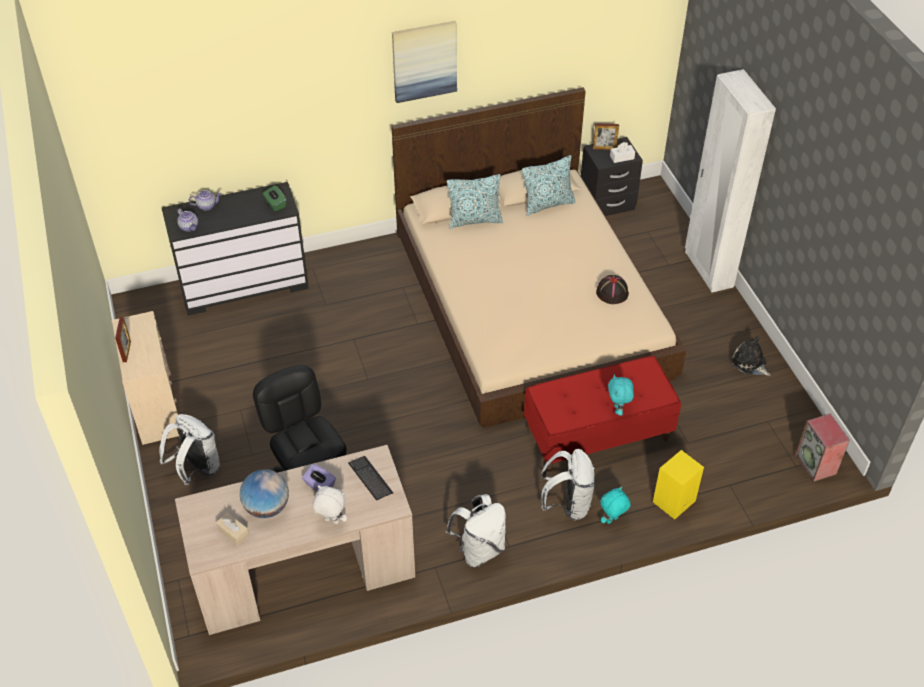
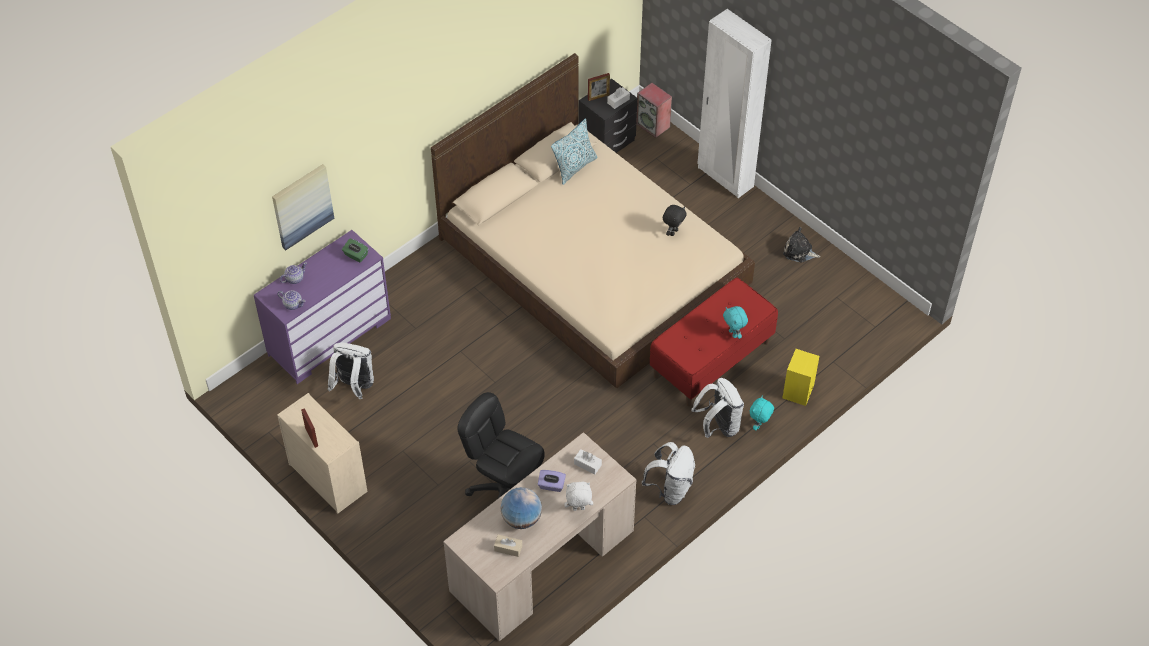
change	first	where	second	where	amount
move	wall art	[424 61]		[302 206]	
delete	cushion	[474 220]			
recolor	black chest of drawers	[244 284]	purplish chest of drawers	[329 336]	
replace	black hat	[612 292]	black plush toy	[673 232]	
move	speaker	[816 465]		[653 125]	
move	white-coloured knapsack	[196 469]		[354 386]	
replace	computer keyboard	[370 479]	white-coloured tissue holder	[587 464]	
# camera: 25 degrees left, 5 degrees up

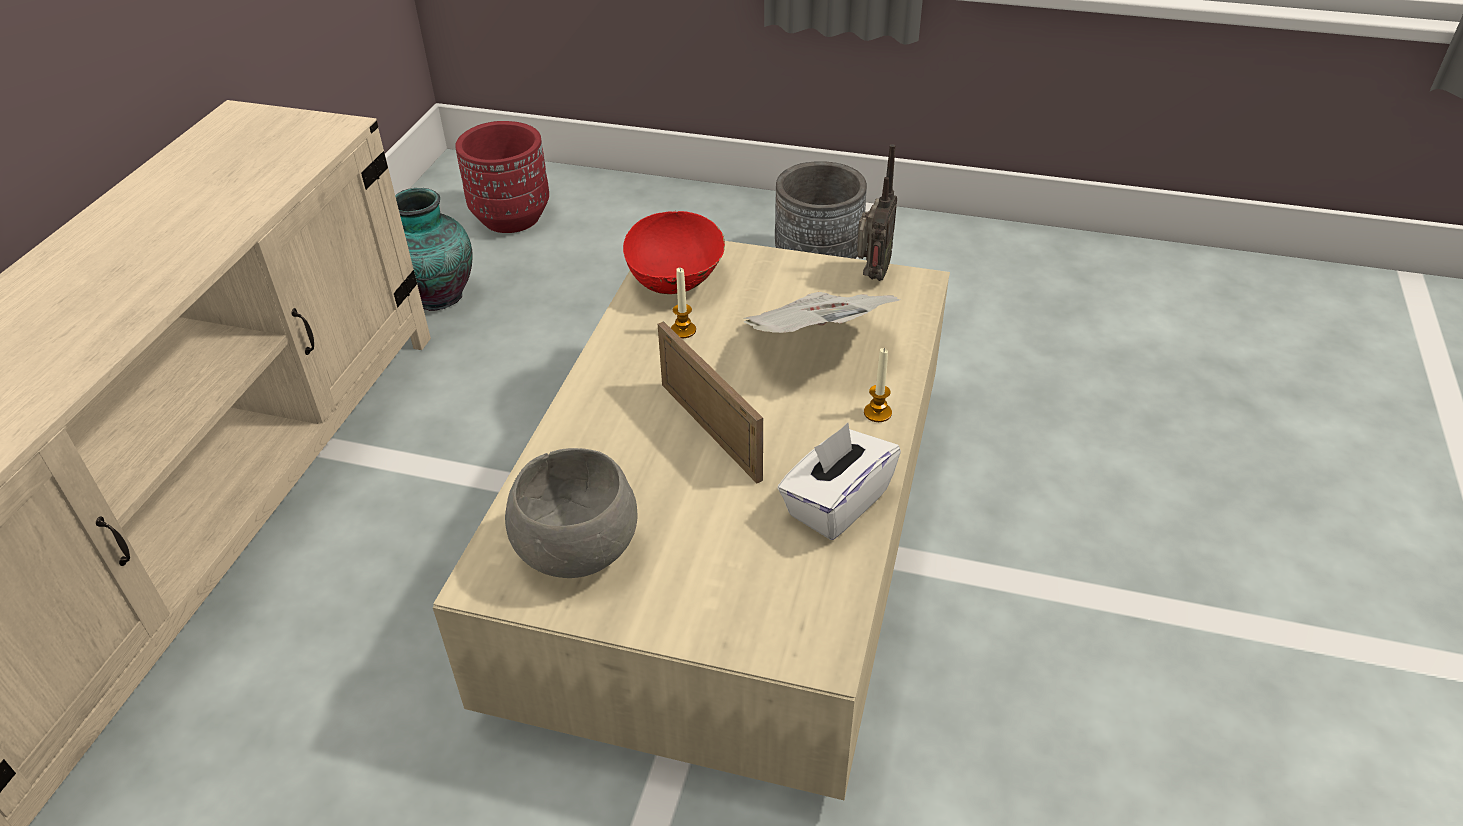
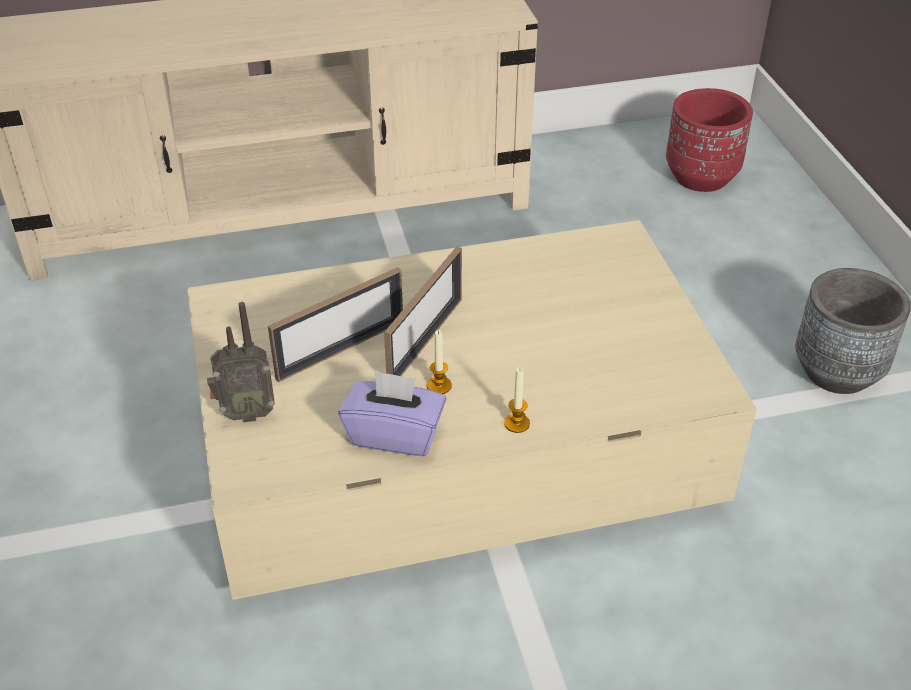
change	first	where	second	where	amount
move	radio set	[871 276]		[245 413]	
delete	decorative vase	[436 297]			
delete	red-coloured bowl	[676 280]			
move	wax candle	[683 330]		[439 386]	
delete	printed paper	[817 343]			
recolor	white-coloured tissue holder	[836 503]	purplish tissue holder	[395 434]	
delete	gray bowl	[575 550]			
insert			photo frame	[341 350]	
# camera: 60 degrees right, 0 degrees up

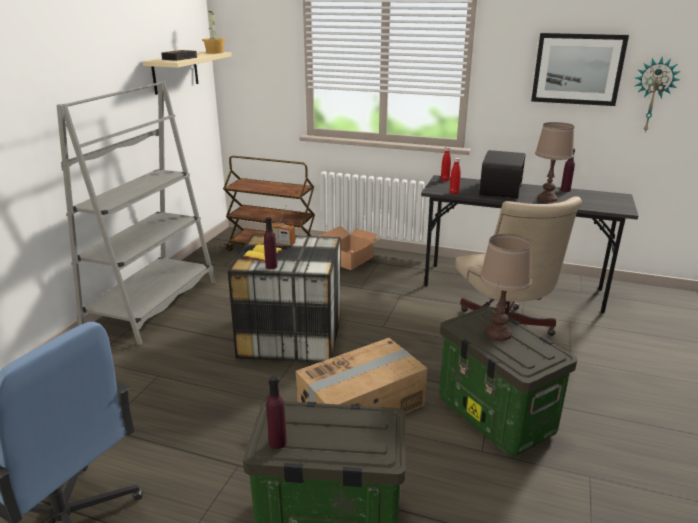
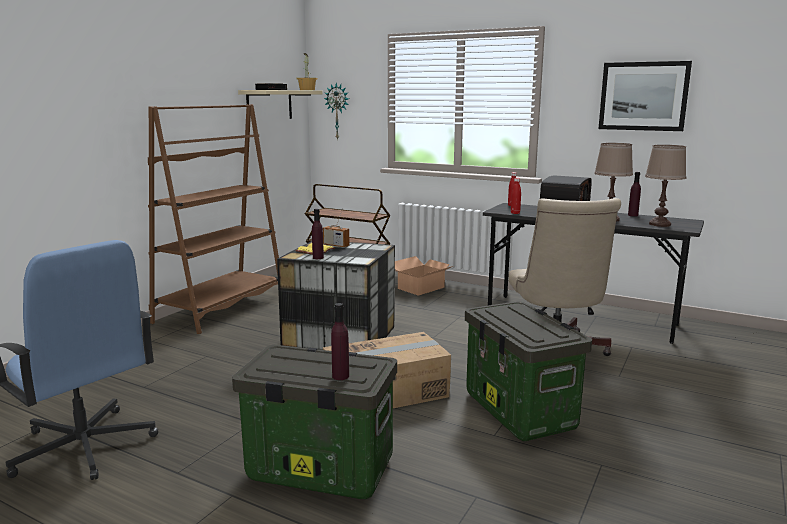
change	first	where	second	where	amount
move	hanging clock	[652 95]		[338 111]	
recolor	gray bookshelf	[153 306]	brownish bookshelf	[222 309]	
move	brownish table lamp	[498 333]		[660 224]	
move	purplish beverage bottle	[277 442]		[340 376]	
# camera: 10 degrees right, 10 degrees down

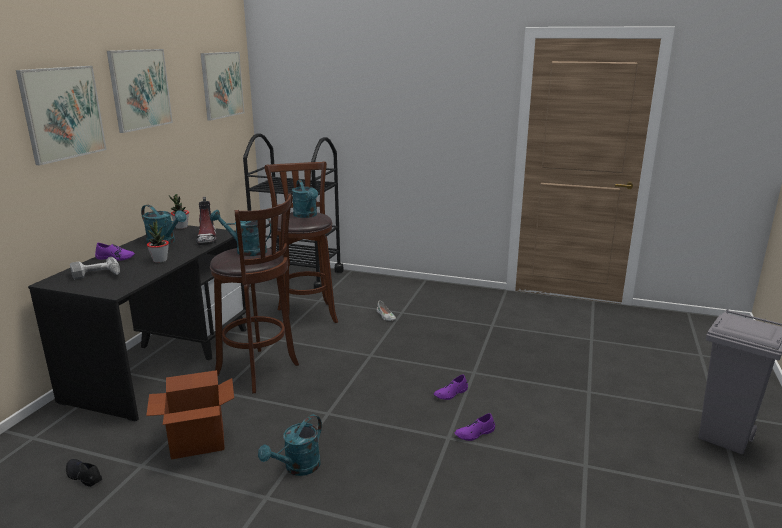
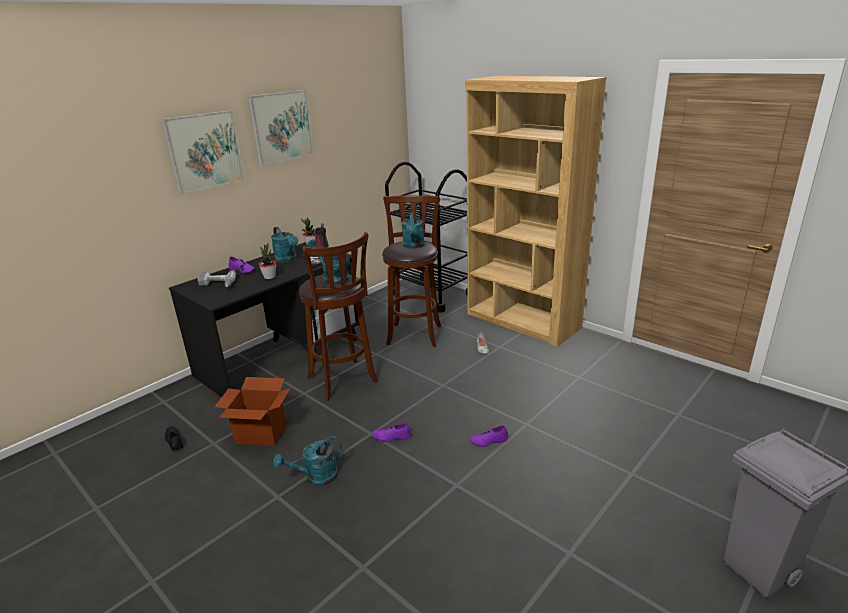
change	first	where	second	where	amount
delete	wall art	[222 85]			
move	purplish shoe	[474 433]		[392 436]	
insert			brownish bookshelf	[522 321]	
# camera: 25 degrees right, 5 degrees up

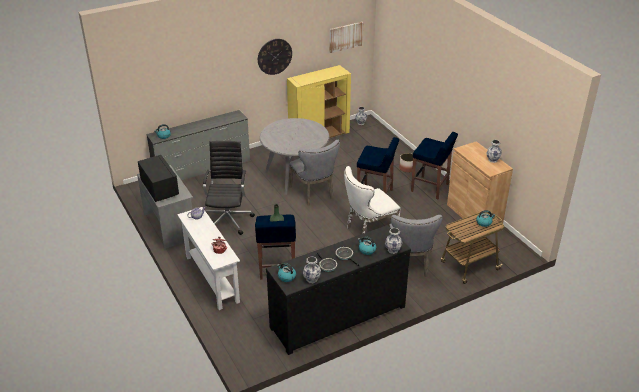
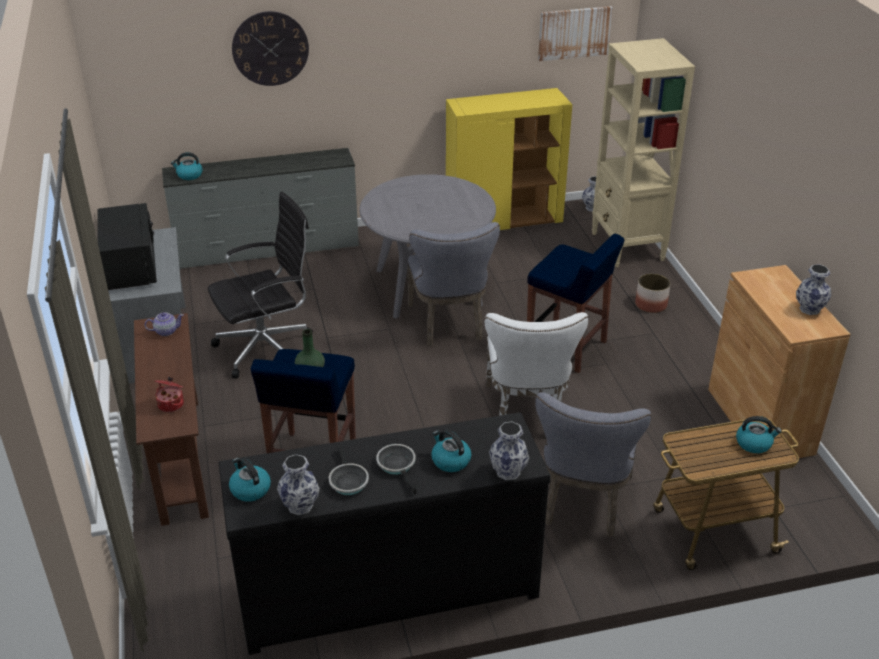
change	first	where	second	where	amount
move	hanging clock	[274 56]		[270 48]	
delete	blue-coloured sitting stool	[430 188]			
rotate	black desk chair	[228 219]		[267 348]	45 degrees clockwise
rotate	white-coloured chair	[368 230]		[527 414]	75 degrees counterclockwise
recolor	white-coloured narrow table	[211 279]	brownish narrow table	[180 459]	
insert			beige-coloured bookshelf	[627 247]	
# camera: 15 degrees right, 0 degrees up

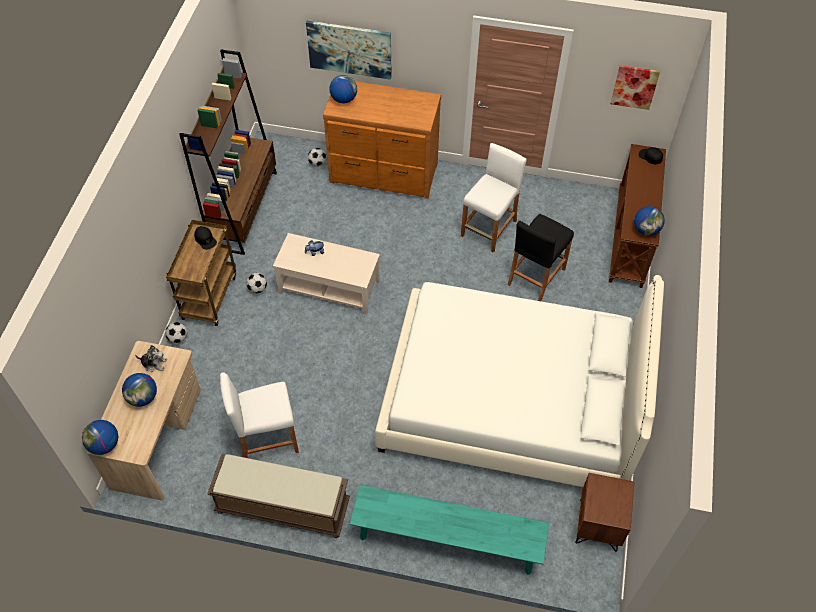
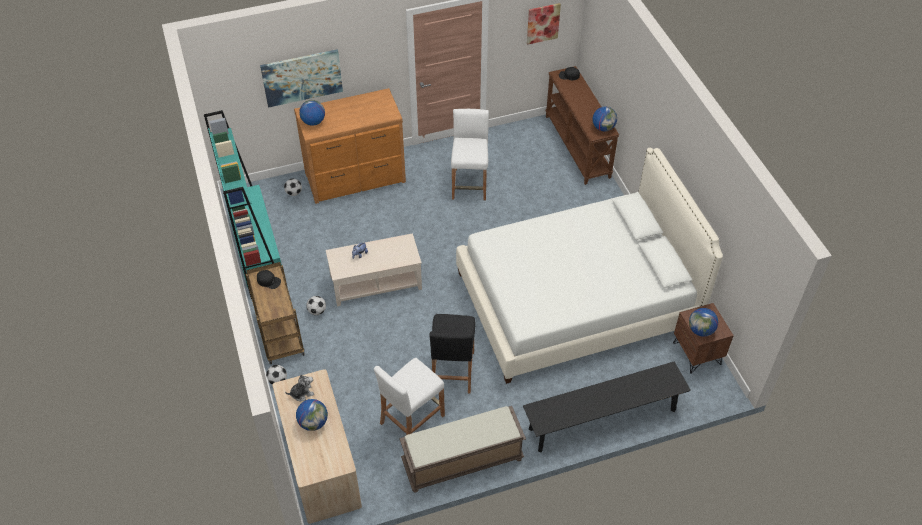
change	first	where	second	where	amount
recolor	brownish bookshelf	[244 209]	turquoise-coloured bookshelf	[257 255]	
move	black sitting stool	[536 276]		[452 371]	
move	desk globe	[104 445]		[701 330]	
recolor	turquoise-coloured long seat	[447 541]	black long seat	[602 419]	
# camera: 30 degrees left, 5 degrees down

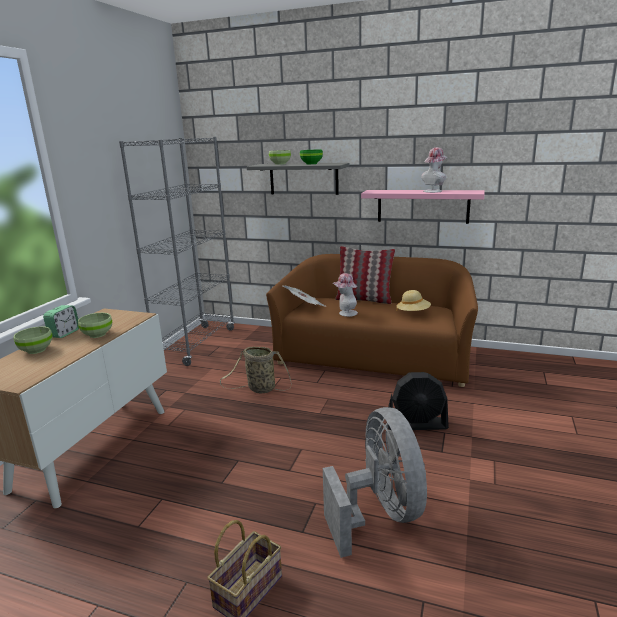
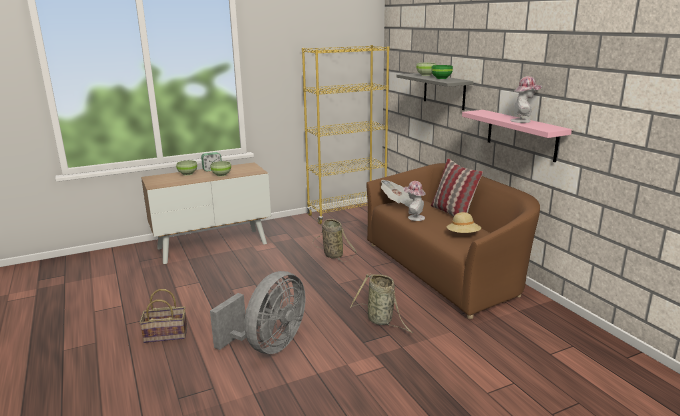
change	first	where	second	where	amount
recolor	gray bookshelf	[197 344]	yellowish bookshelf	[347 213]	
replace	black electric fan	[416 424]	household basket	[381 320]	
# camera: 45 degrees right, 0 degrees up

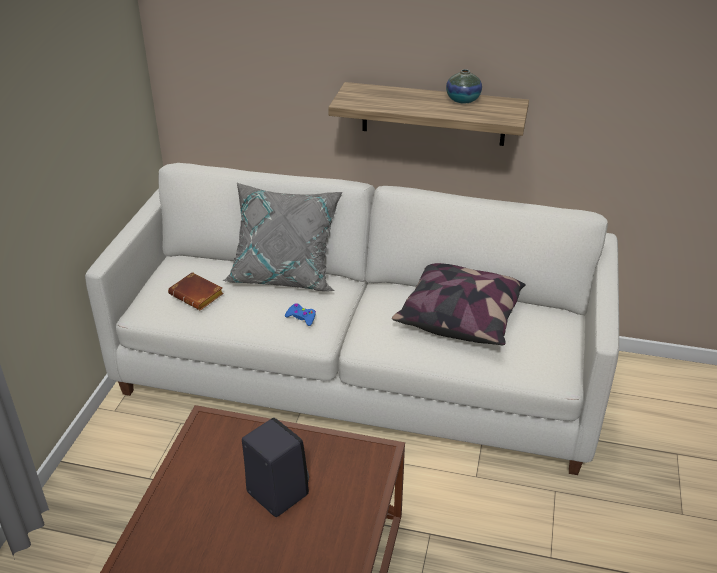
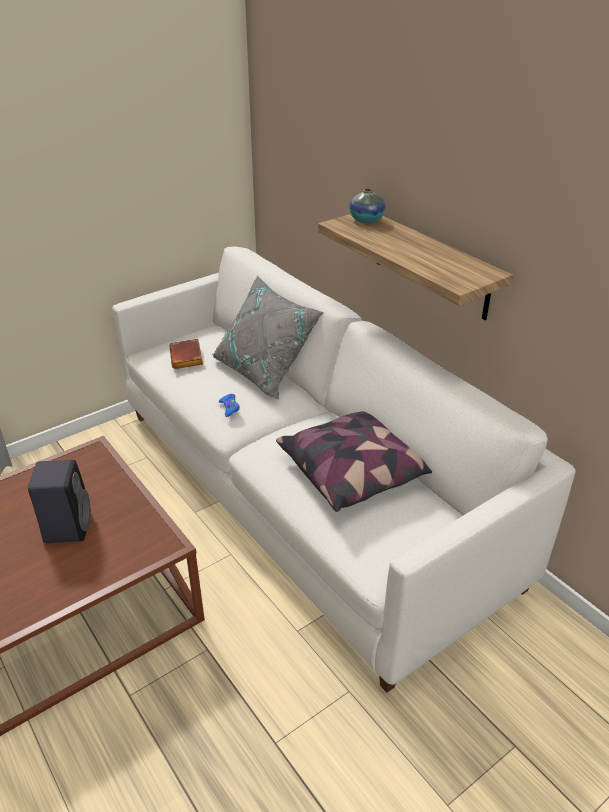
change	first	where	second	where	amount
move	decorative vase	[463 100]		[366 220]	
# camera: 40 degrees right, 0 degrees up

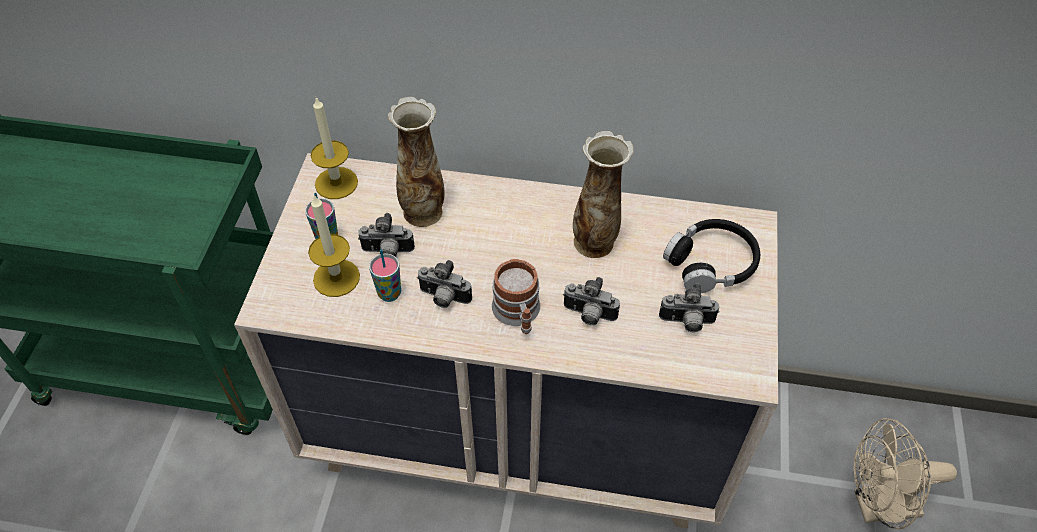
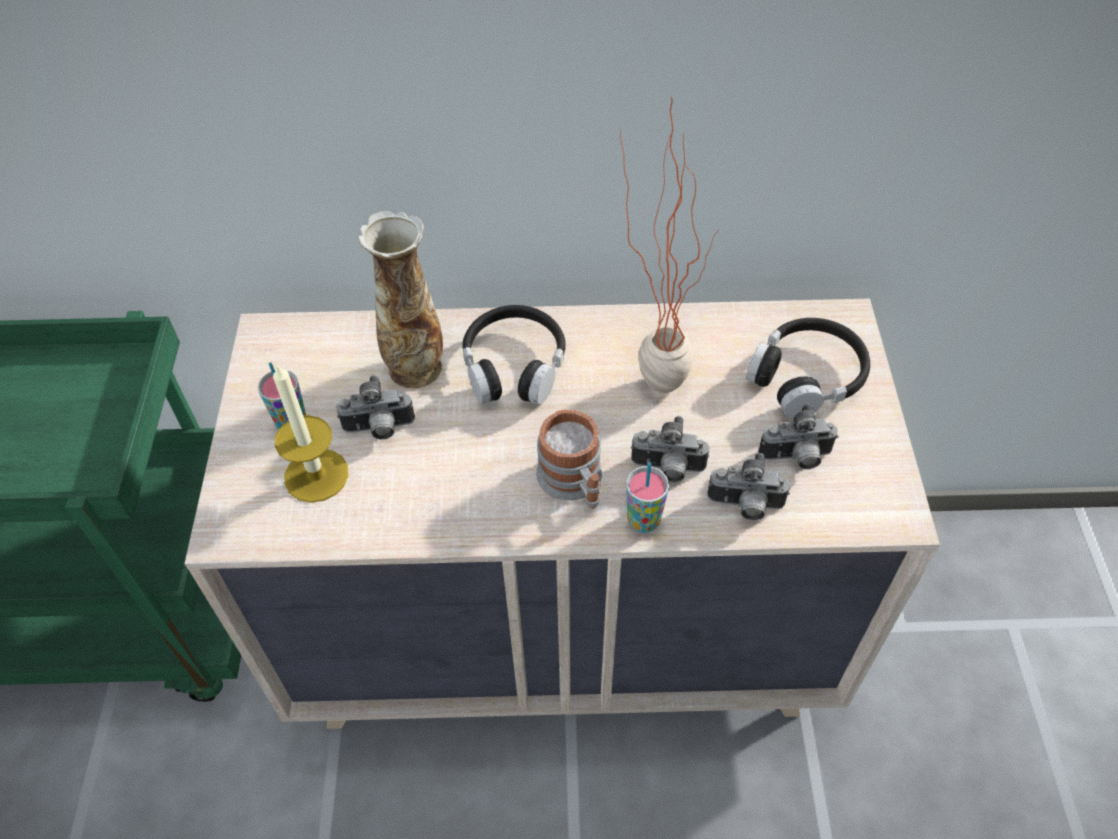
change	first	where	second	where	amount
delete	wax candle	[336 183]			
replace	decorative vase	[595 243]	potted plant	[652 373]	
move	cup	[389 293]		[643 520]	
move	still camera	[443 298]		[745 506]	
delete	beige-coloured electric fan	[876 506]			
insert			black pair of headphones	[514 366]	
# camera: 10 degrees left, 0 degrees up

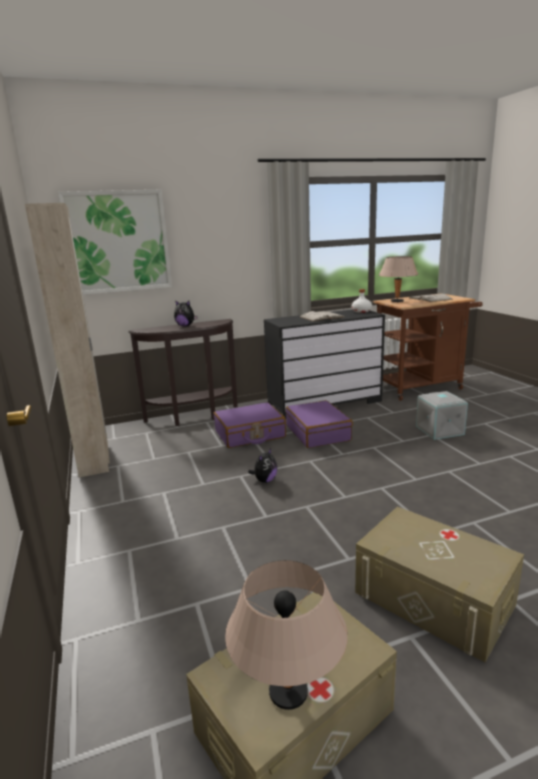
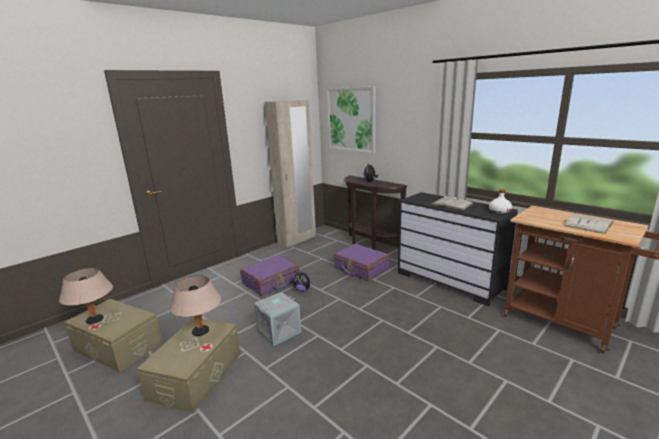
change	first	where	second	where	amount
move	beige-coloured table lamp	[397 301]		[201 331]	
move	gray storage bin	[438 430]		[279 331]	
move	purplish travel case	[318 433]		[271 282]	
# camera: 65 degrees right, 0 degrees up

